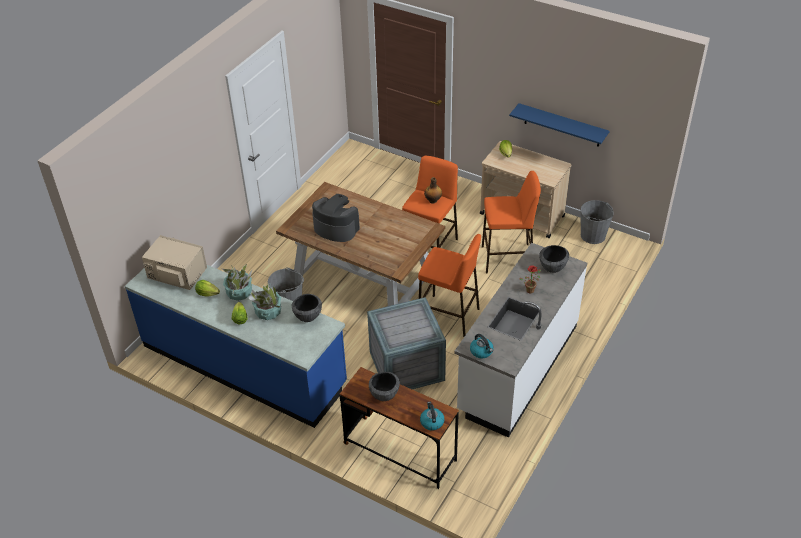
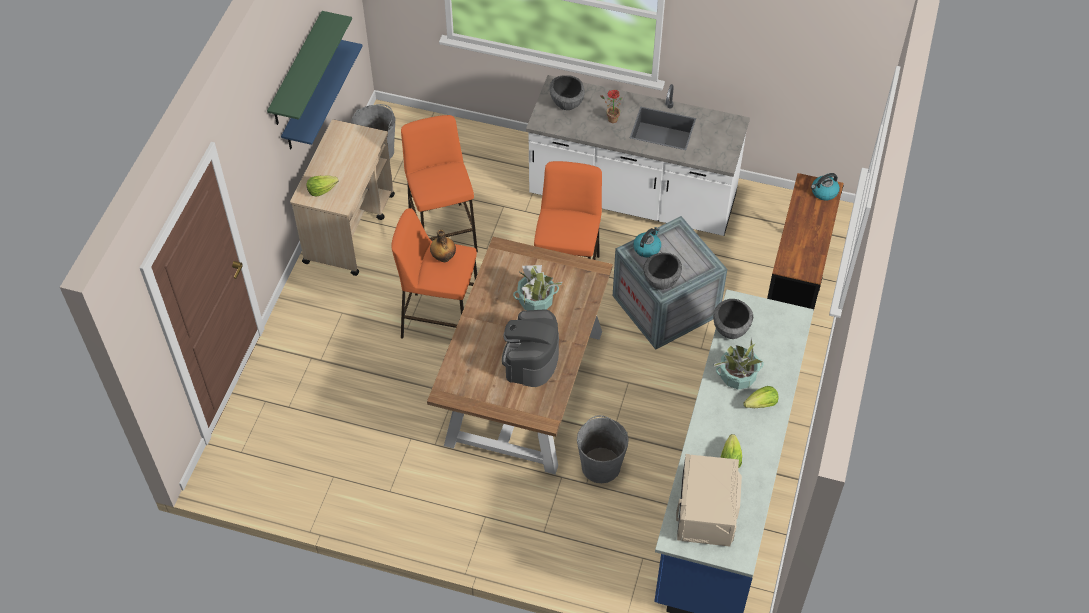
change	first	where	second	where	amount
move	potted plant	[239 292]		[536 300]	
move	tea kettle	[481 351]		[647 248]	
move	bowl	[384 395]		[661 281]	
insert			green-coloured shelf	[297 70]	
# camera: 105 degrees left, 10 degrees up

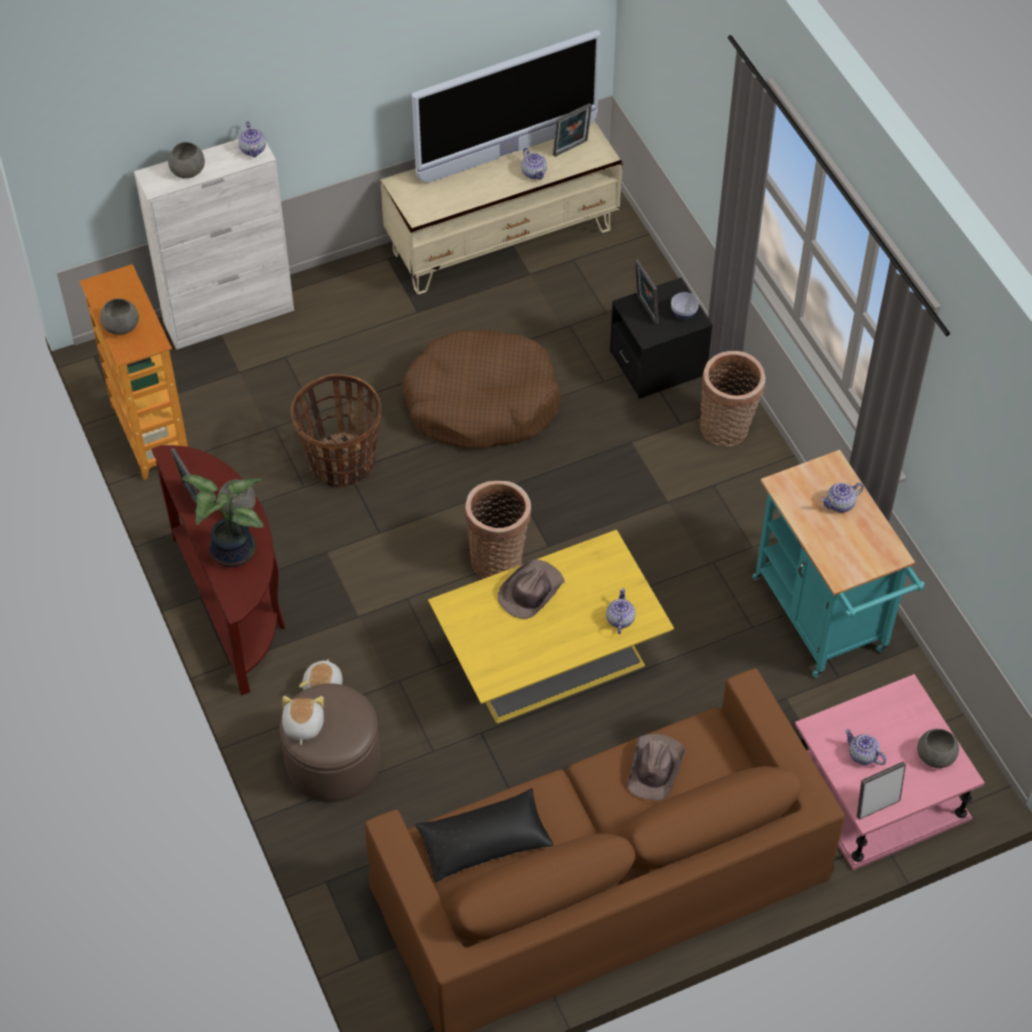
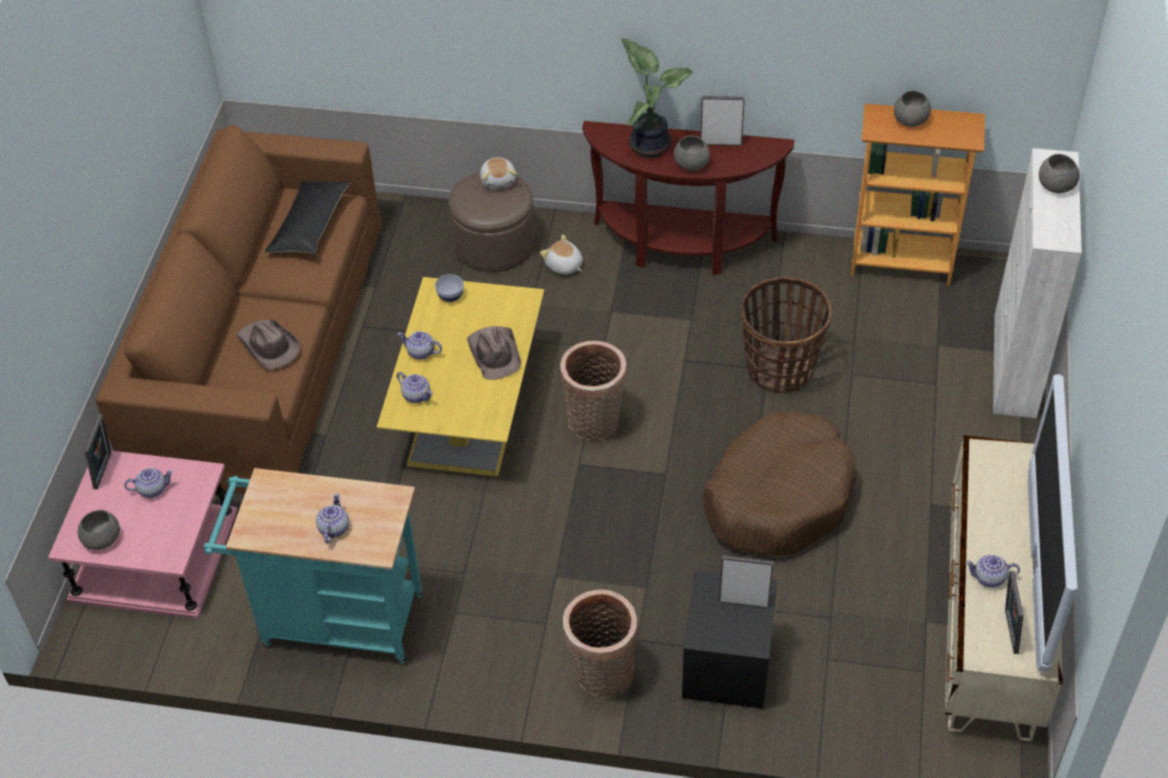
change	first	where	second	where	amount
move	pot for tea	[253 149]		[420 352]	
move	bowl	[684 313]		[450 296]	
rotate	plush toy	[302 725]		[499 180]	45 degrees clockwise
# camera: 125 degrees right, 5 degrees down

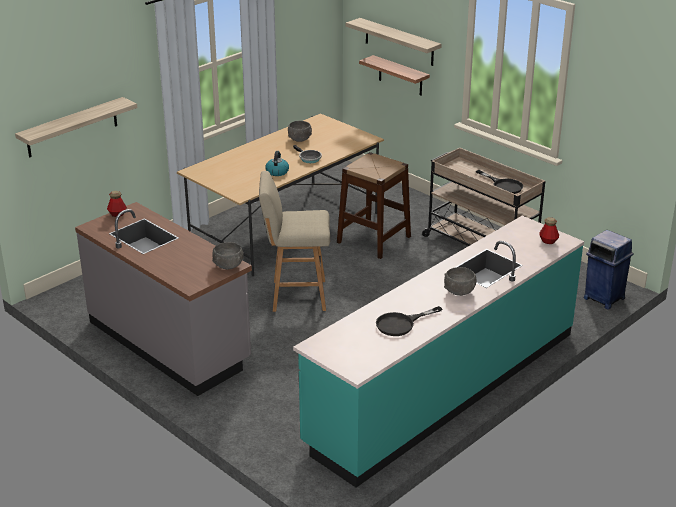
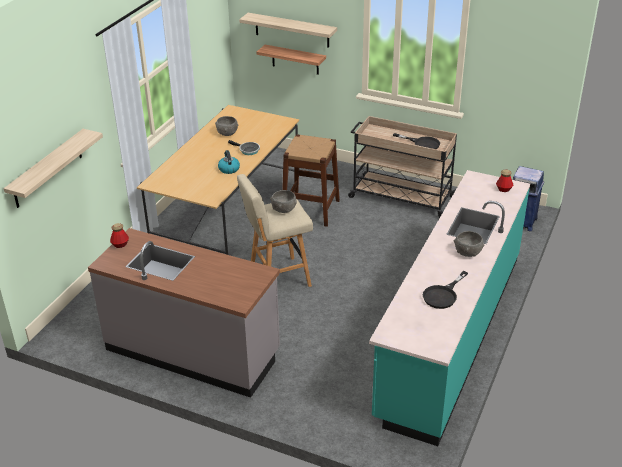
change	first	where	second	where	amount
move	gray bowl	[228 265]		[284 209]	
# camera: 20 degrees left, 5 degrees up

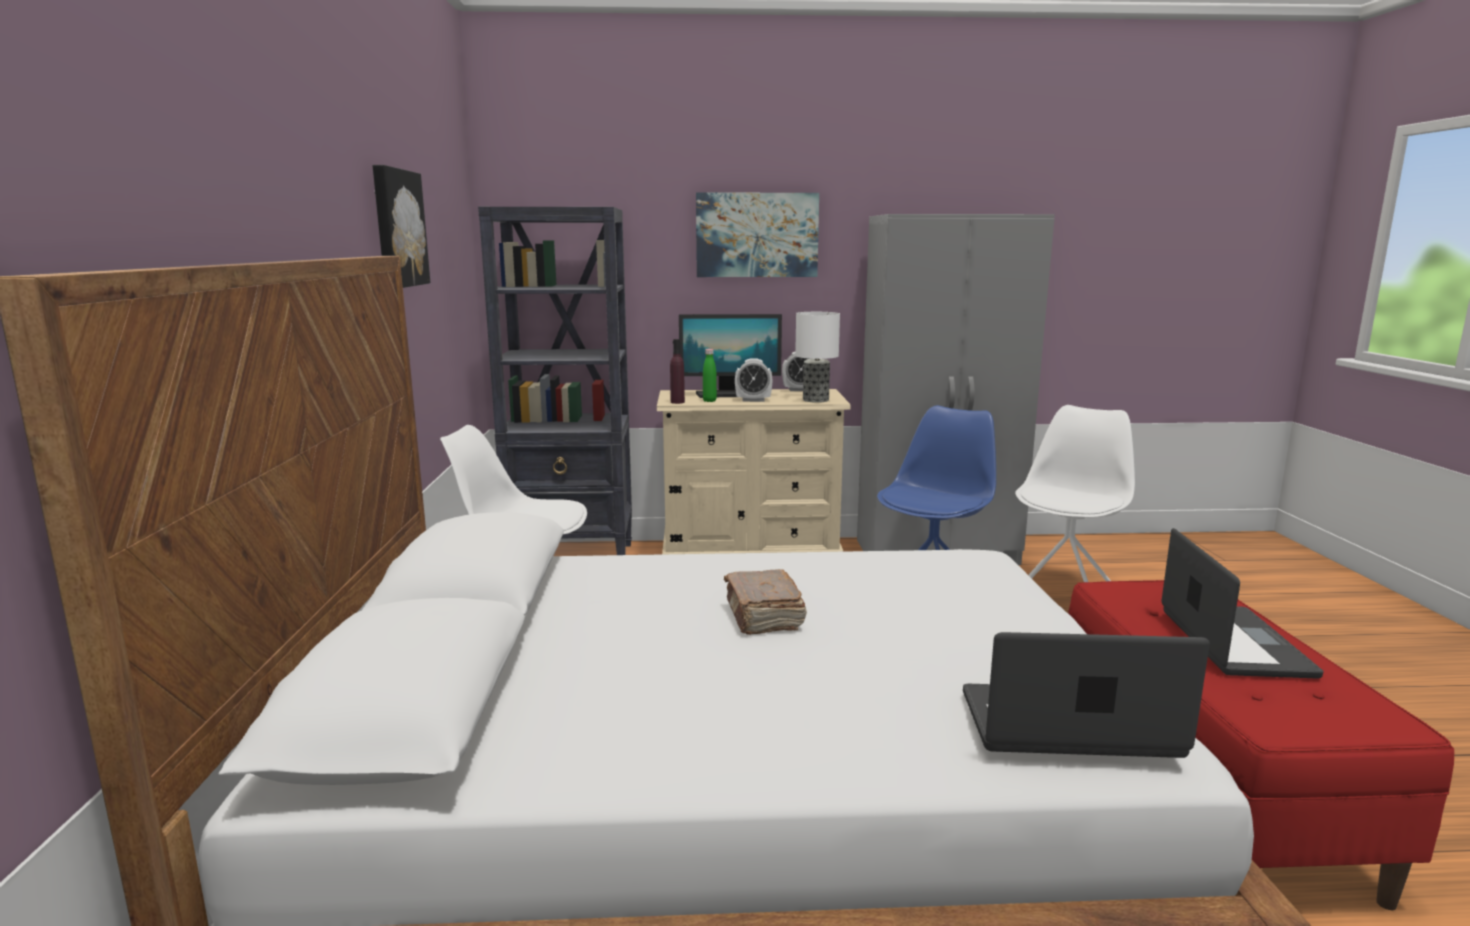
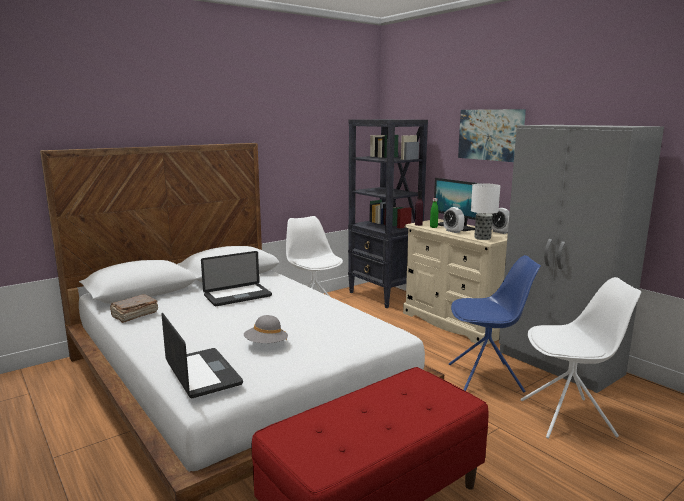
change	first	where	second	where	amount
delete	wall art	[397 228]			
move	notebook computer	[1234 643]		[238 296]	
move	brownish bound book	[763 616]		[134 315]	
insert			gray hat	[266 345]	
# camera: 55 degrees right, 0 degrees up

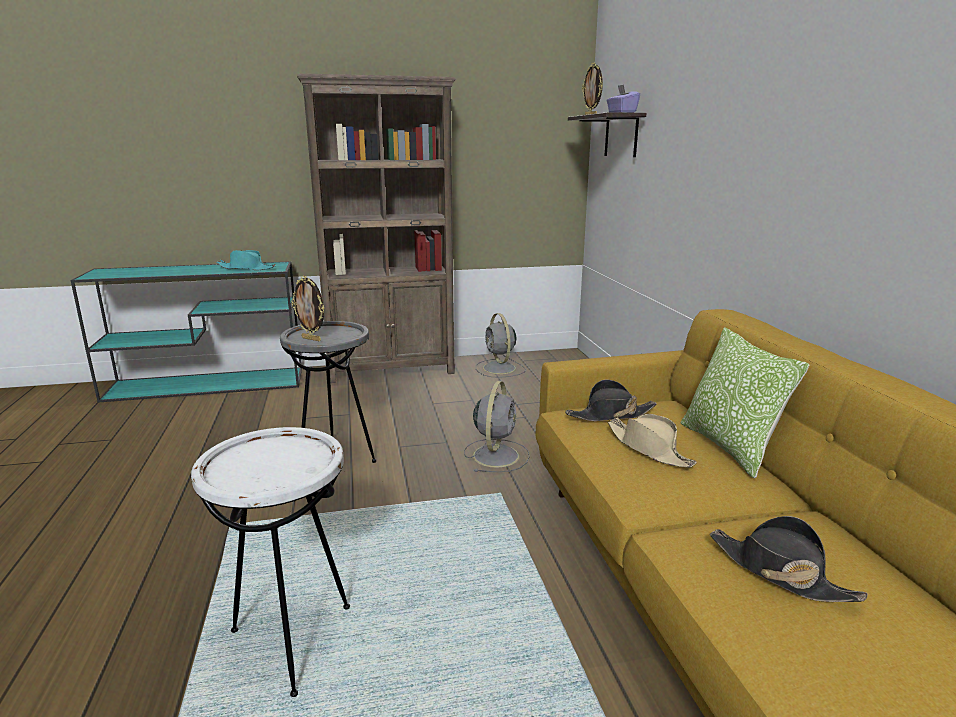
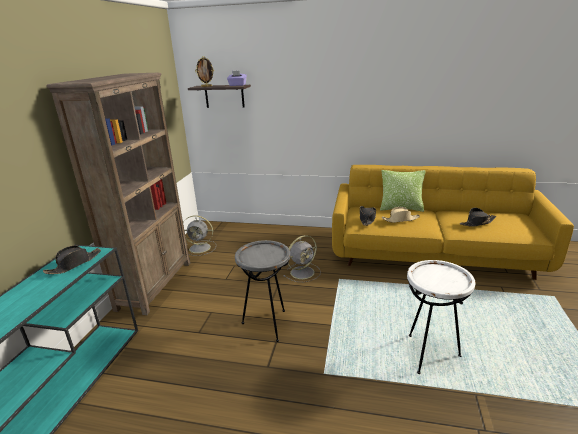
change	first	where	second	where	amount
recolor	turquoise-coloured hat	[247 268]	black hat	[74 264]	
delete	photo frame	[312 339]			
rotate	gray electric fan	[496 455]		[303 272]	105 degrees clockwise
# camera: 65 degrees left, 5 degrees up

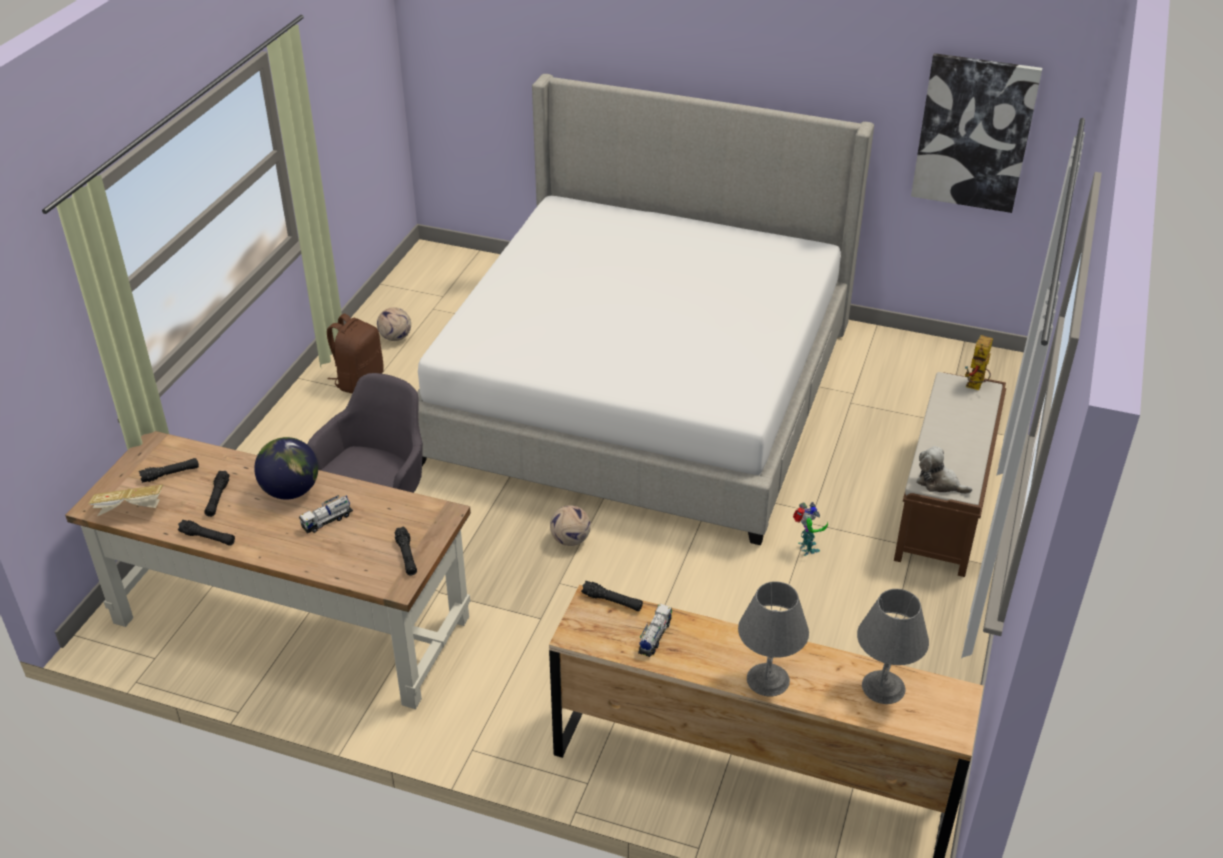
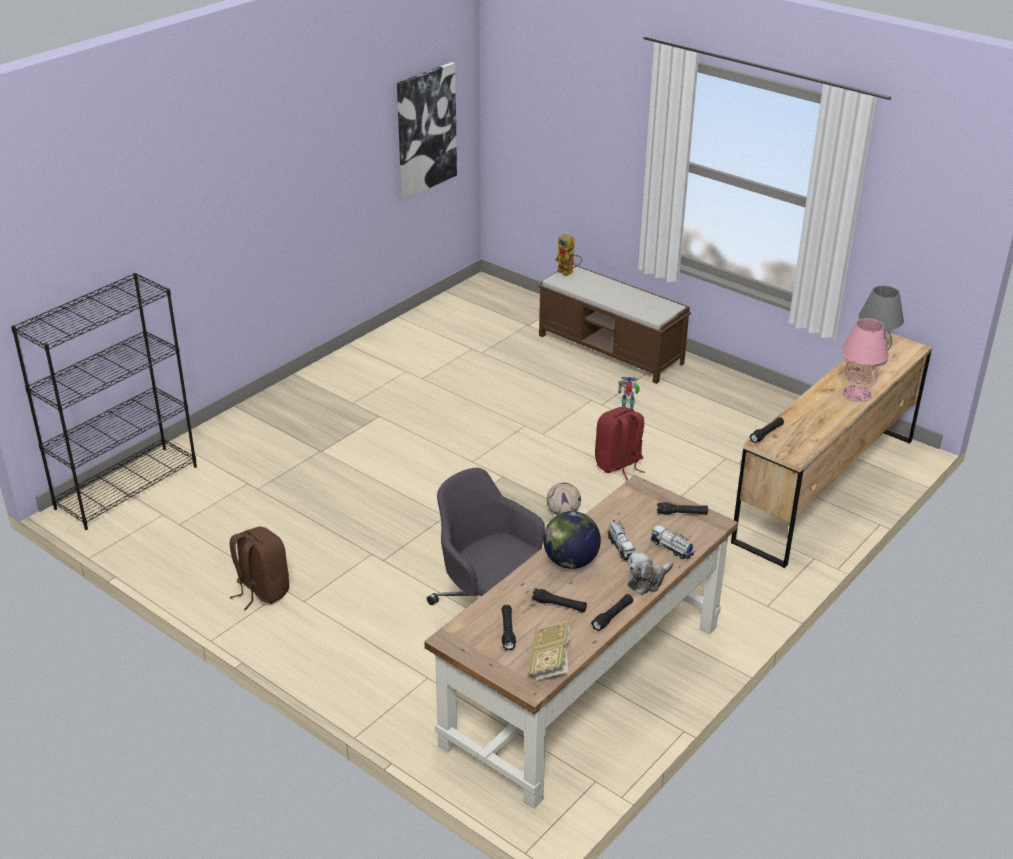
change	first	where	second	where	amount
delete	bed	[642 390]			
delete	ball for football	[395 337]			
move	plush toy	[939 483]		[647 581]	
recolor	gray table lamp	[768 680]	pink table lamp	[857 393]	
move	model truck	[654 637]		[671 548]	
insert			black bookshelf	[127 486]	
insert			red-coloured knapsack	[619 465]	
# camera: 70 degrees left, 5 degrees down

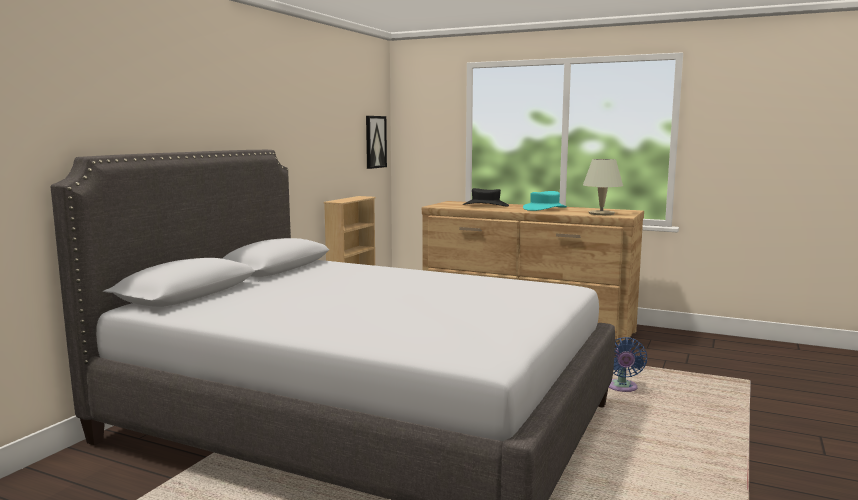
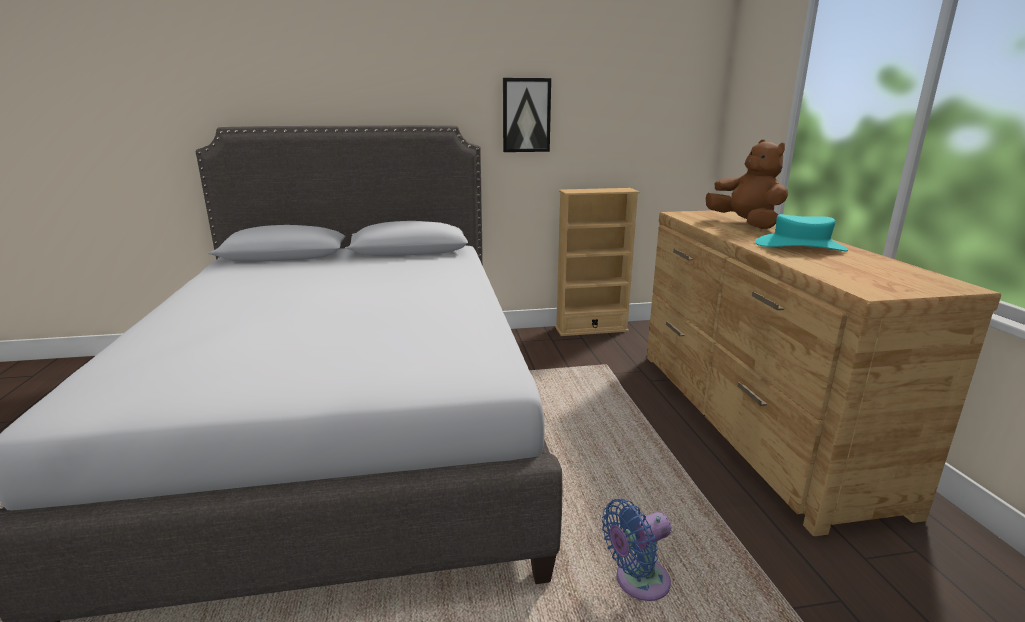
change	first	where	second	where	amount
move	wall art	[375 142]		[526 115]	
delete	beige-coloured table lamp	[601 213]			
replace	black hat	[485 205]	brownish plush toy	[745 224]	
# camera: 55 degrees right, 10 degrees up

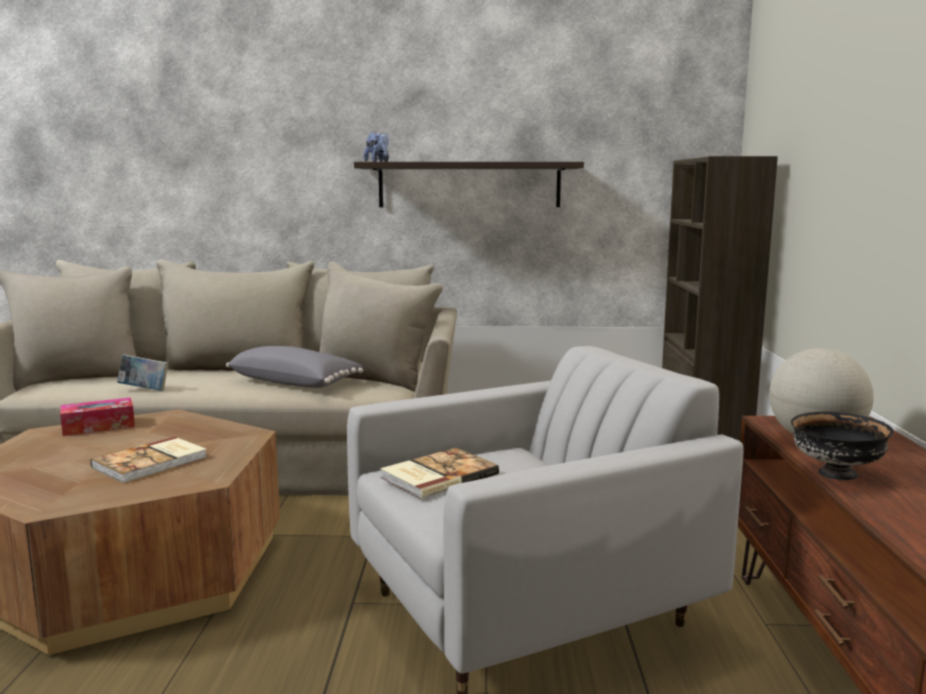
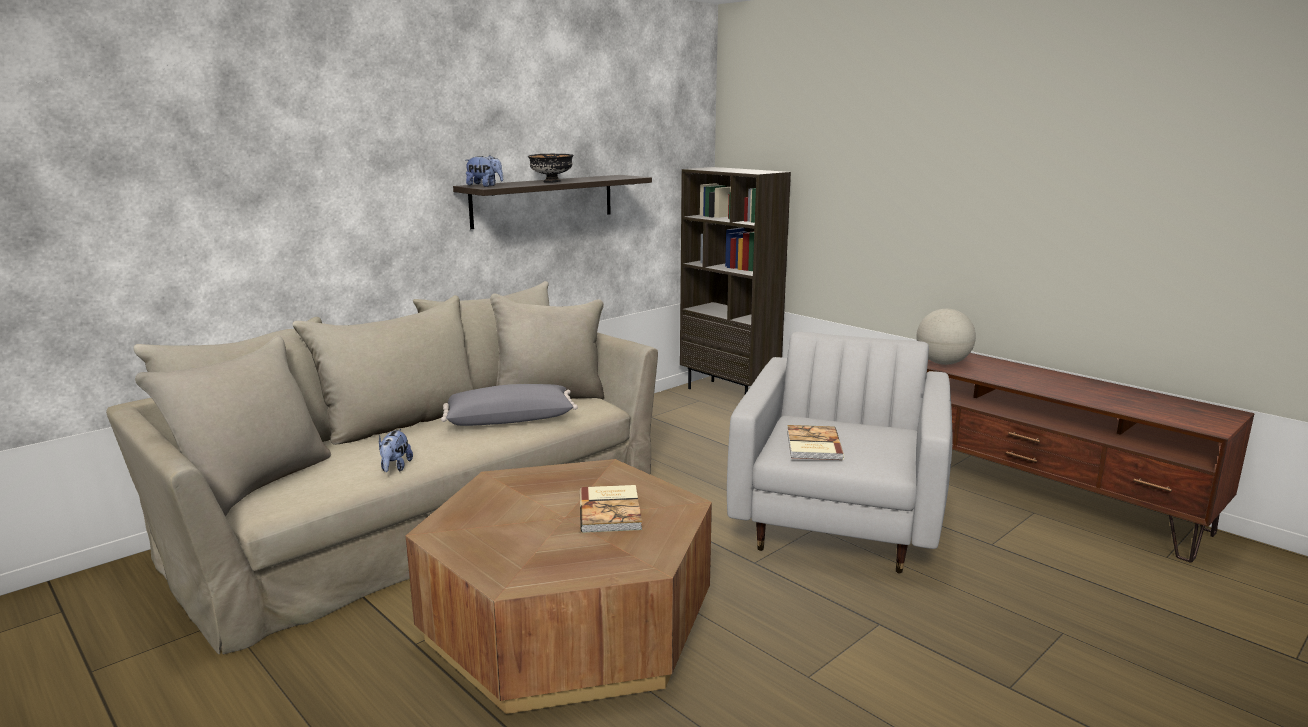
change	first	where	second	where	amount
replace	bound book	[144 390]	plush toy	[395 468]	
delete	tissue holder	[98 426]			
move	black bowl	[836 474]		[552 182]	
# camera: 45 degrees left, 5 degrees up

